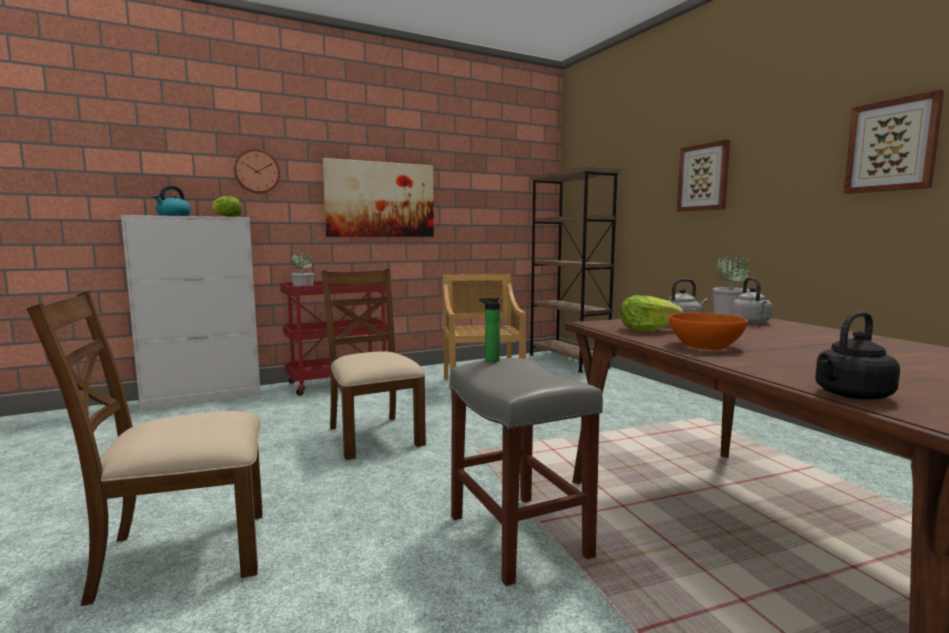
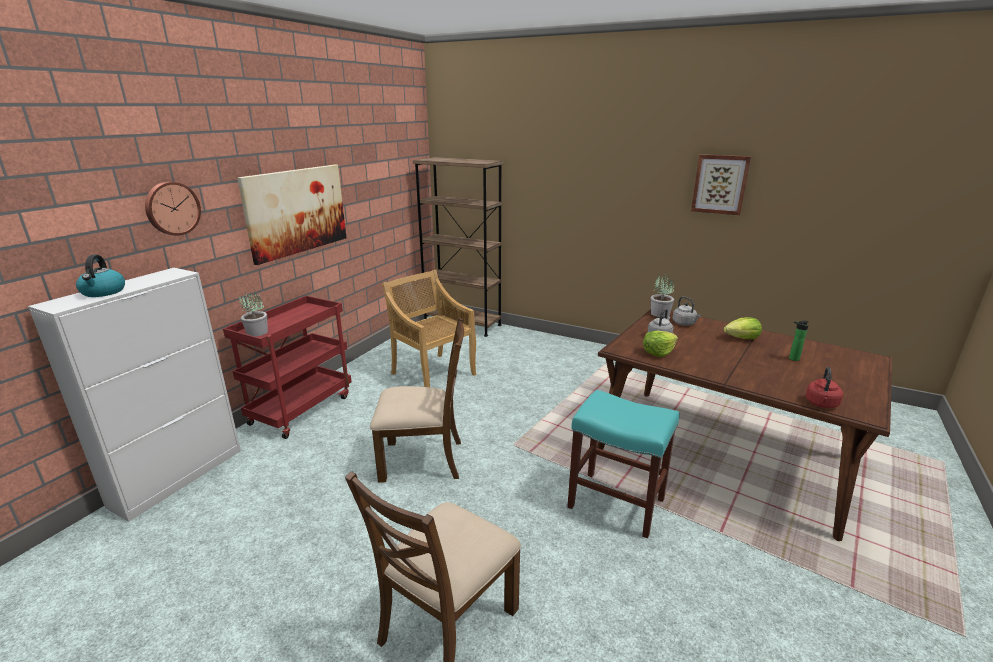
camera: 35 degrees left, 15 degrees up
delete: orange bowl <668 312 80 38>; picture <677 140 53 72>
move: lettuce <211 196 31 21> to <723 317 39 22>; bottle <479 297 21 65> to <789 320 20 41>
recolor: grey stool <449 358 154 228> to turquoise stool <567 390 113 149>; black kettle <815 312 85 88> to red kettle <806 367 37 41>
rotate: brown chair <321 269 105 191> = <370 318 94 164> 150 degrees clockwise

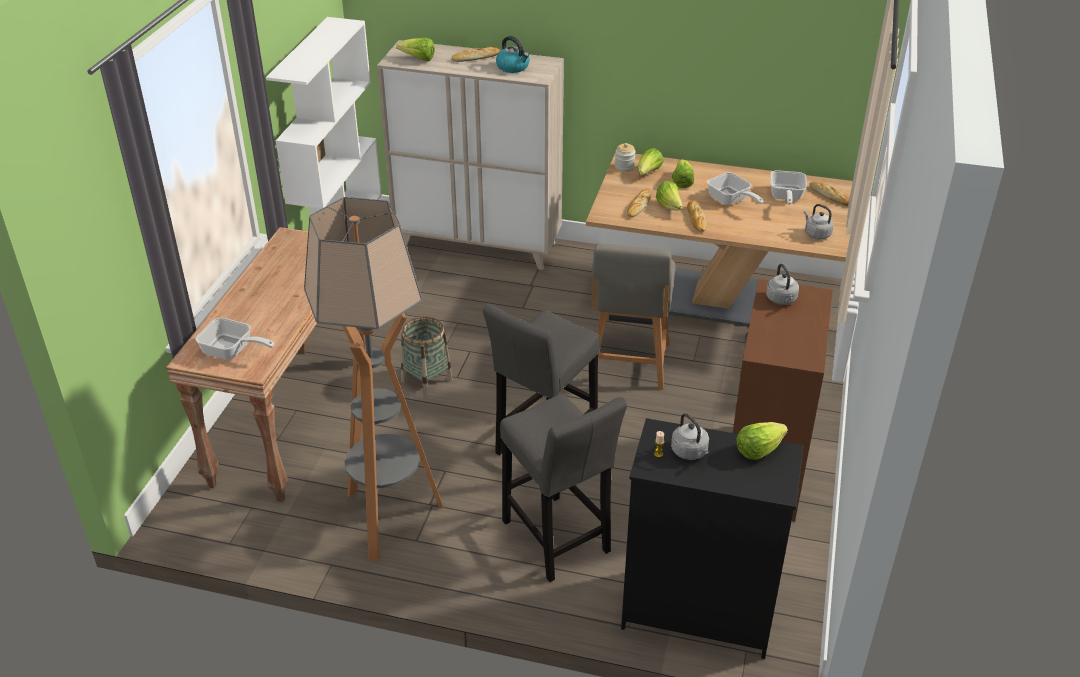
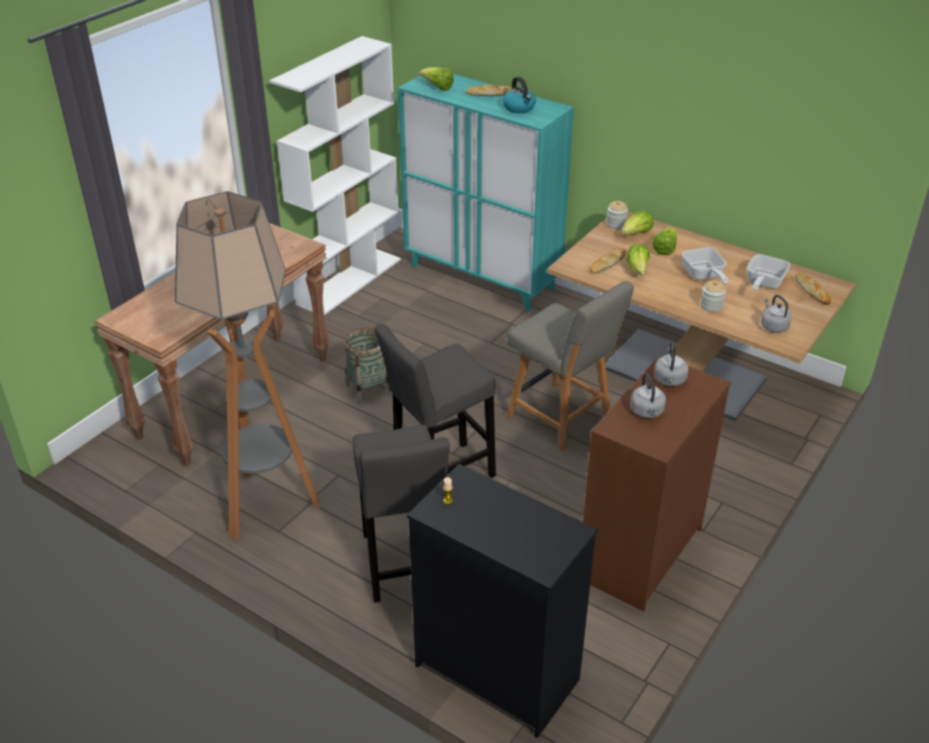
camera: 20 degrees right, 0 degrees up
delete: frying pan <195 318 79 42>; bread <687 200 20 32>; lettuce <737 422 51 38>
insert: jar <701 280 25 32>
move: grey kettle <671 413 38 47> to <630 373 36 45>
recolor: beige cabinet <377 40 187 230> to turquoise cabinet <398 74 176 237>
rotate: grey chair <588 243 87 147> = <507 281 127 170> 75 degrees counterclockwise

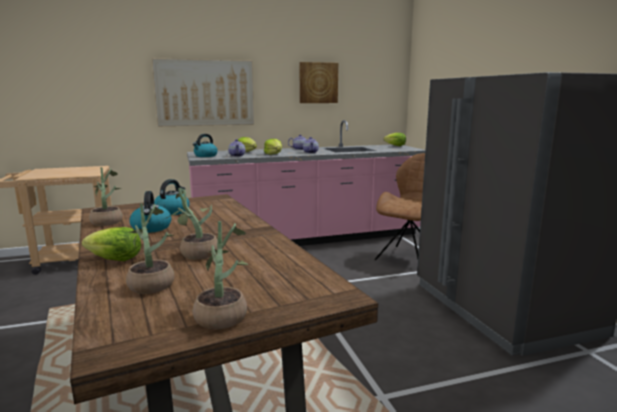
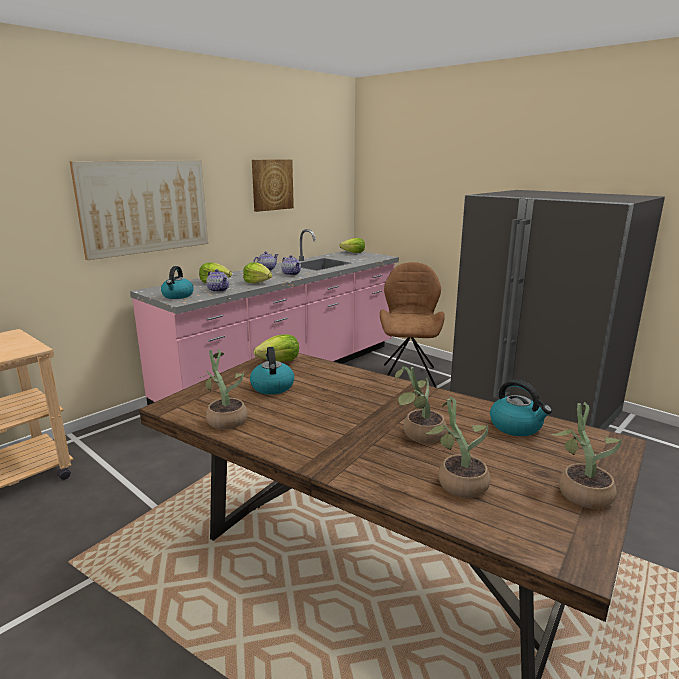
camera: 30 degrees left, 5 degrees up
move: lettuce <82 227 59 34> to <254 334 45 28>; kettle <130 191 41 42> to <490 380 62 56>

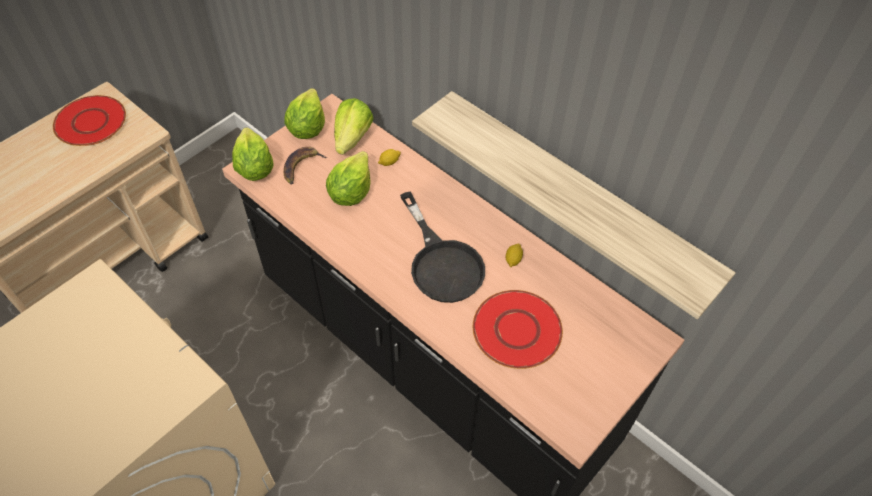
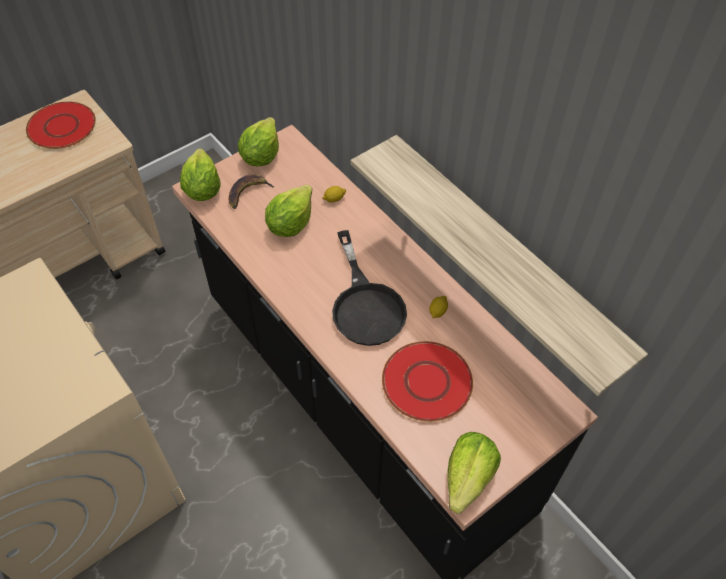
camera: 10 degrees right, 0 degrees up
move: lettuce <334 98 40 57> to <447 432 54 82>

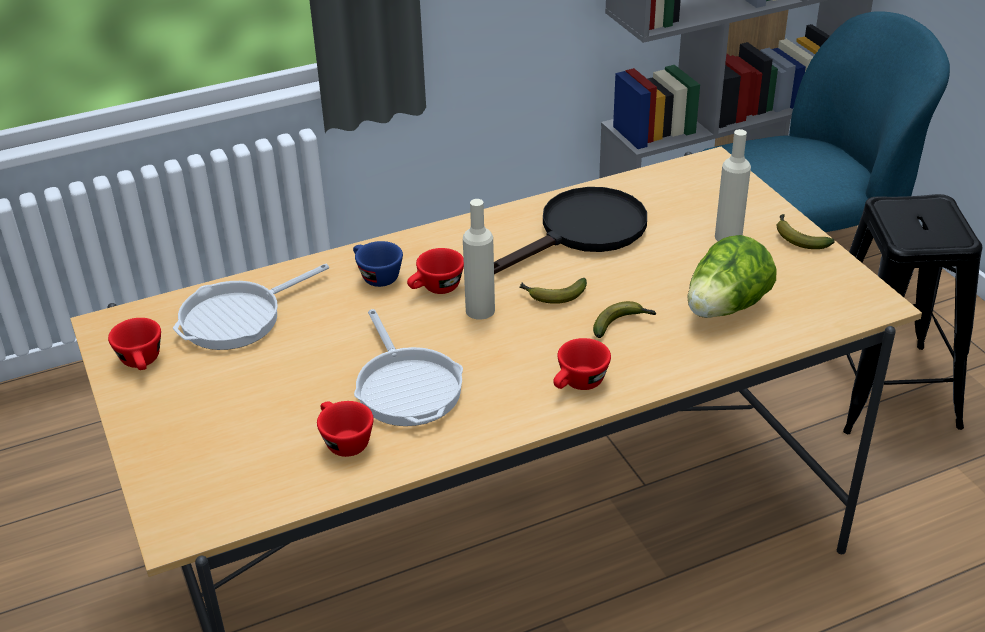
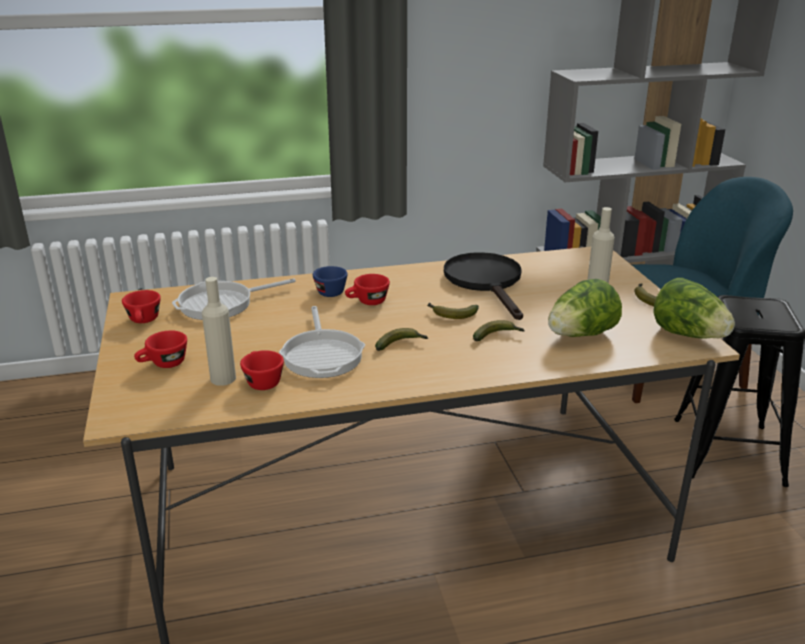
camera: 10 degrees right, 10 degrees down
insert: banana <375 328 54 23>; lettuce <653 278 82 61>
move: beige bottle <463 199 32 121> to <202 277 34 109>; red cup <553 338 58 52> to <134 330 53 38>
rotate: black frying pan <494 187 153 87> = <444 252 79 68> 75 degrees counterclockwise

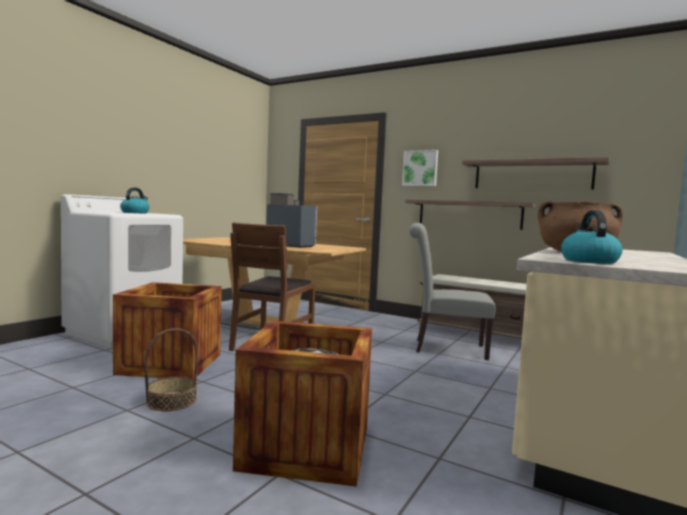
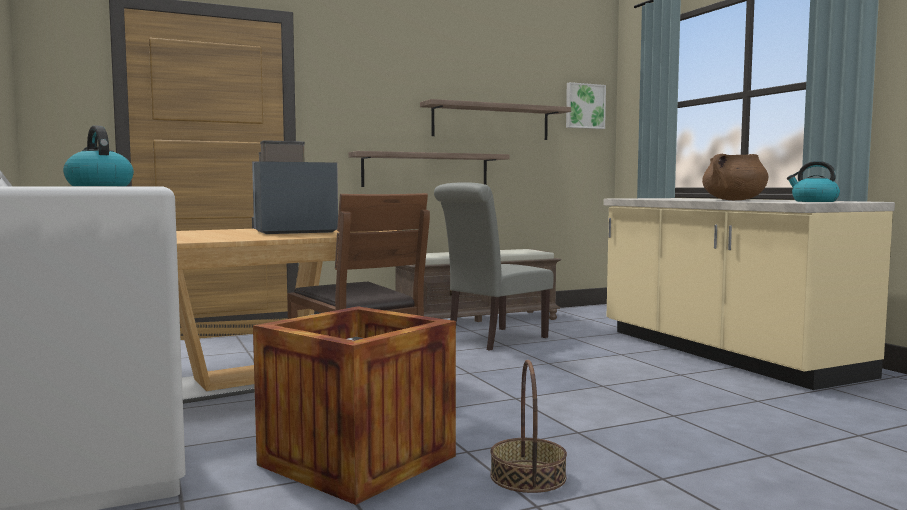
camera: 55 degrees left, 0 degrees up
delete: crate <233 321 139 166>
move: picture <402 150 36 36> to <566 82 40 47>

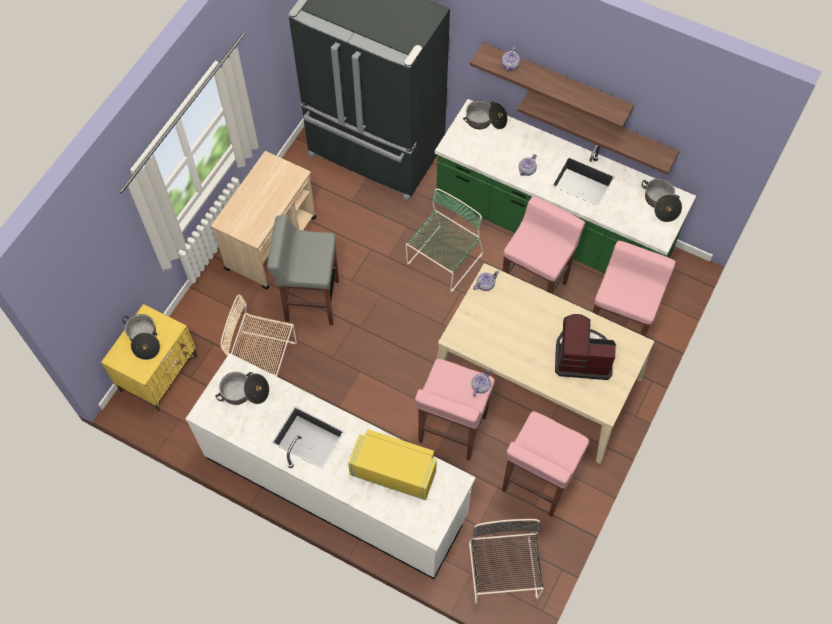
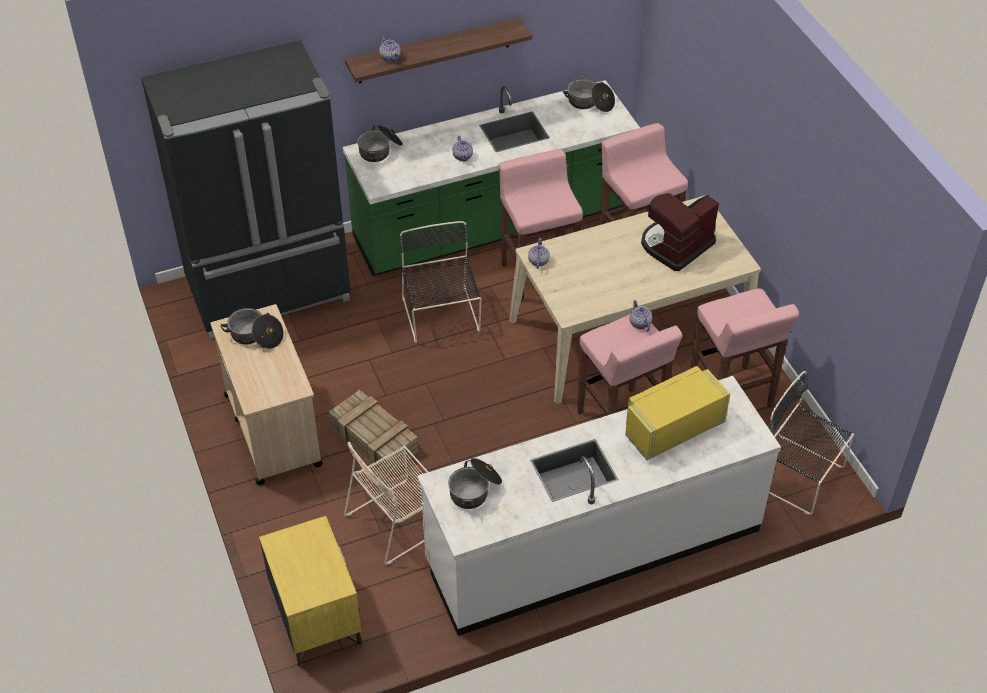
camera: 50 degrees left, 15 degrees down
delete: shelf <517 90 162 85>
move: cooking pot <122 314 38 46> to <220 308 64 41>
replace: grey stool <267 215 72 110> to crate <329 390 89 86>
recolor: green chair <406 188 77 104> to black chair <399 221 82 122>

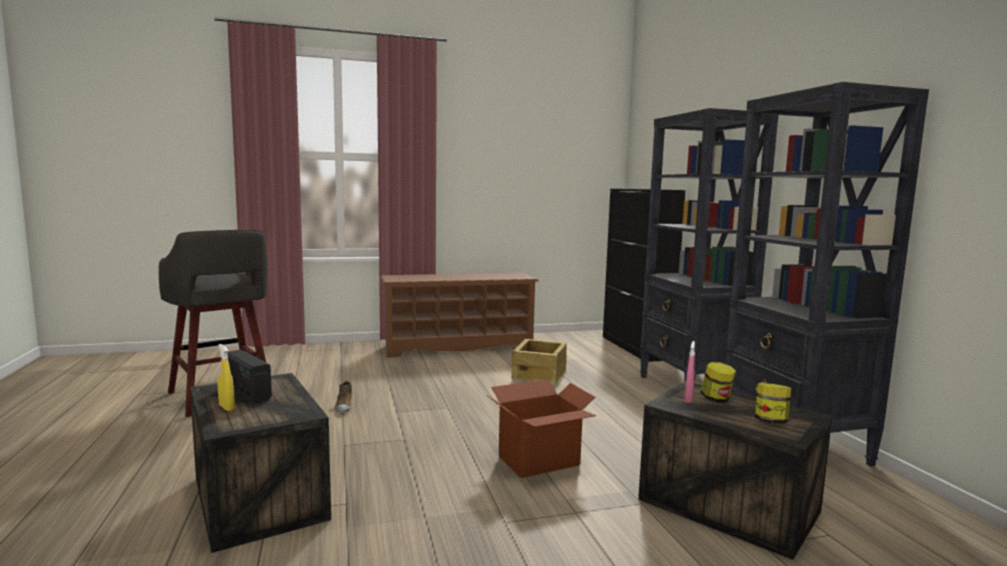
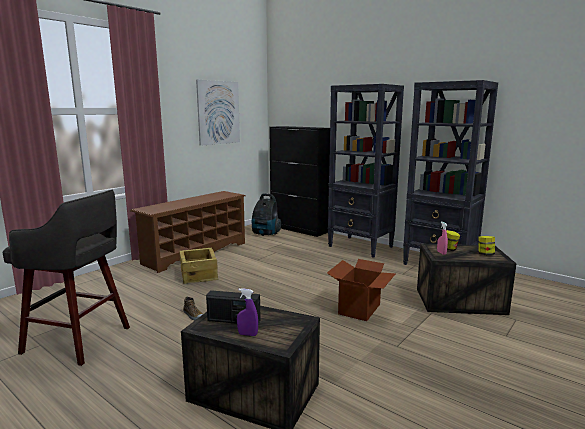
camera: 35 degrees left, 5 degrees up
insert: picture <196 79 44 67>; vacuum cleaner <252 193 29 43>
move: crate <512 339 55 46> to <179 248 39 36>
recolor: yellow spray bottle <218 344 17 67> to purple spray bottle <237 288 21 48>

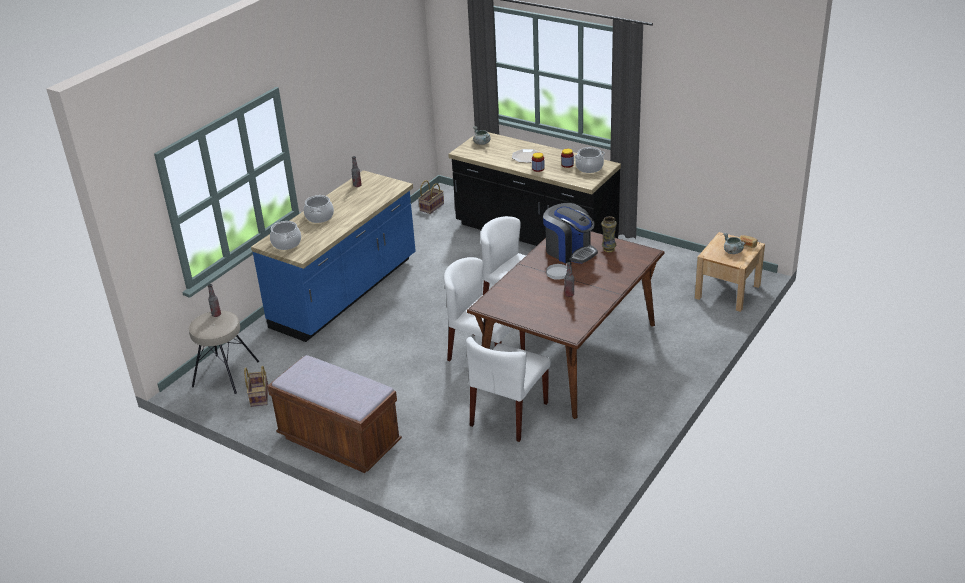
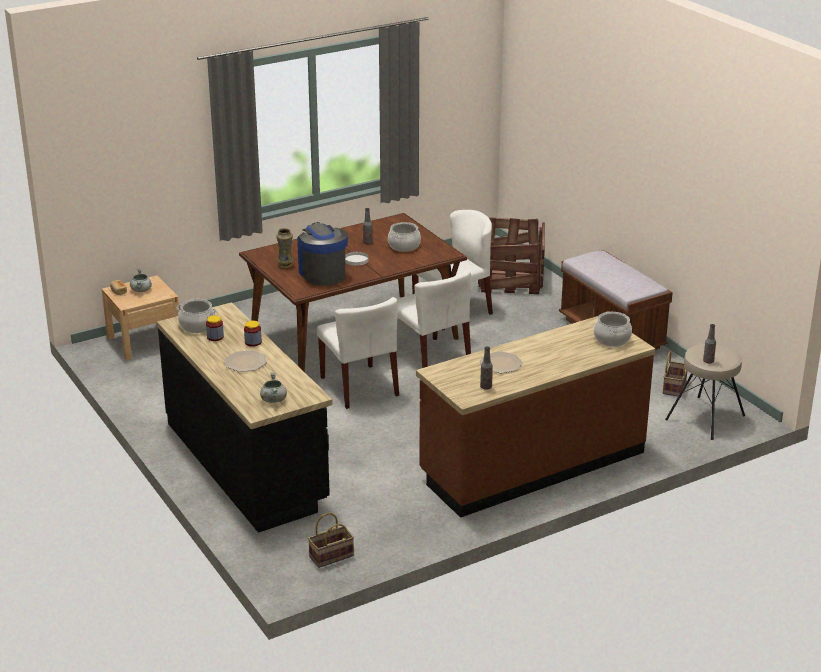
camera: 155 degrees left, 5 degrees down
insert: crate <478 217 67 77>; plate <479 351 44 22>
move: cooking pot <304 195 30 28> to <388 222 33 30>
recolor: blue counter <251 170 165 172> to brown counter <416 316 239 202>

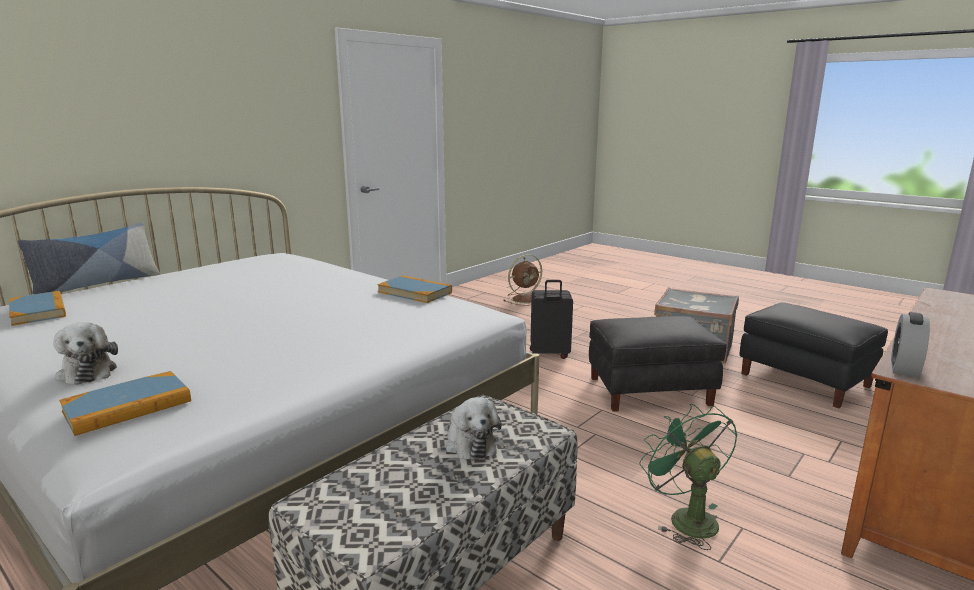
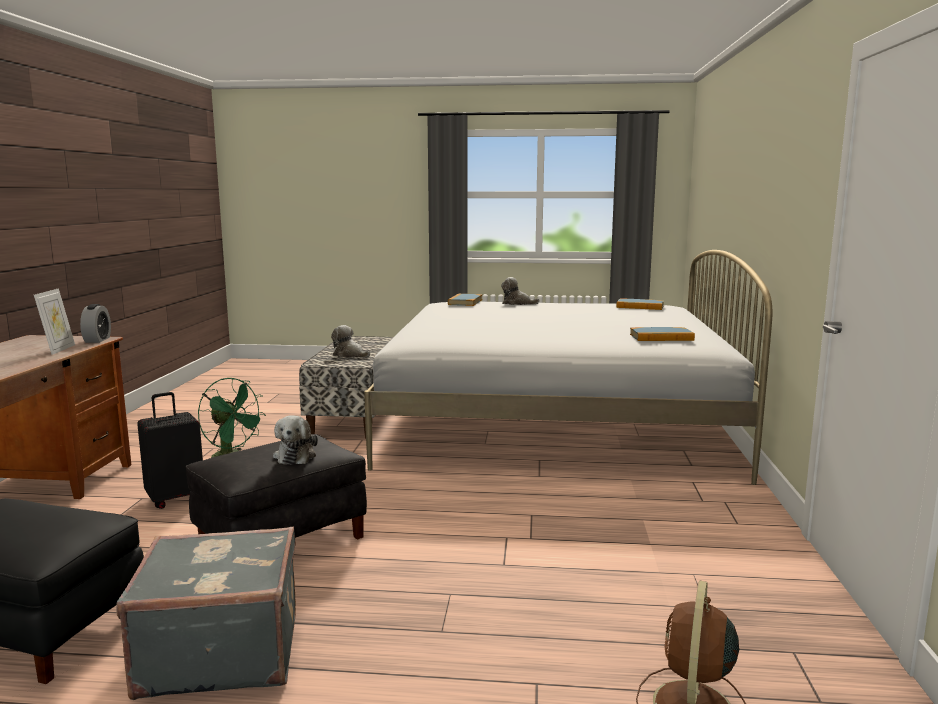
camera: 145 degrees right, 5 degrees down
delete: pillow <17 223 143 71>
insert: picture frame <34 288 41 67>; plush toy <273 415 45 50>
move: book <377 275 75 28> to <630 327 65 14>; black suitcase <530 280 43 79> to <137 392 66 117>

